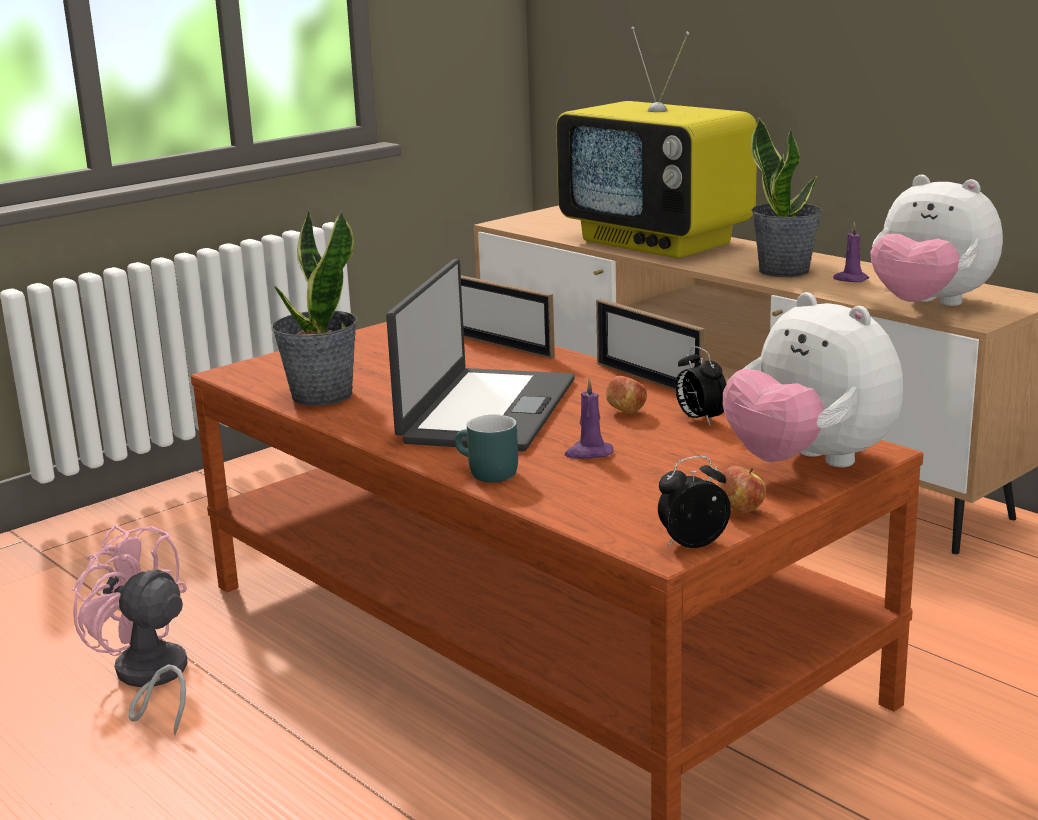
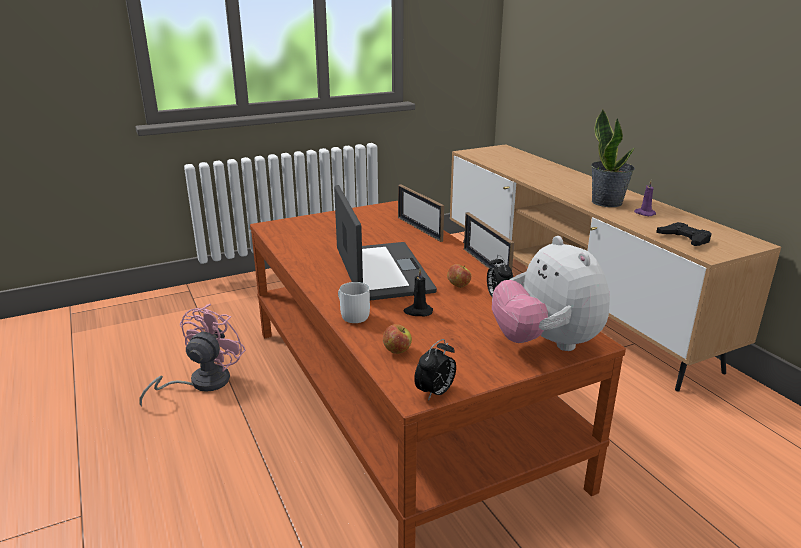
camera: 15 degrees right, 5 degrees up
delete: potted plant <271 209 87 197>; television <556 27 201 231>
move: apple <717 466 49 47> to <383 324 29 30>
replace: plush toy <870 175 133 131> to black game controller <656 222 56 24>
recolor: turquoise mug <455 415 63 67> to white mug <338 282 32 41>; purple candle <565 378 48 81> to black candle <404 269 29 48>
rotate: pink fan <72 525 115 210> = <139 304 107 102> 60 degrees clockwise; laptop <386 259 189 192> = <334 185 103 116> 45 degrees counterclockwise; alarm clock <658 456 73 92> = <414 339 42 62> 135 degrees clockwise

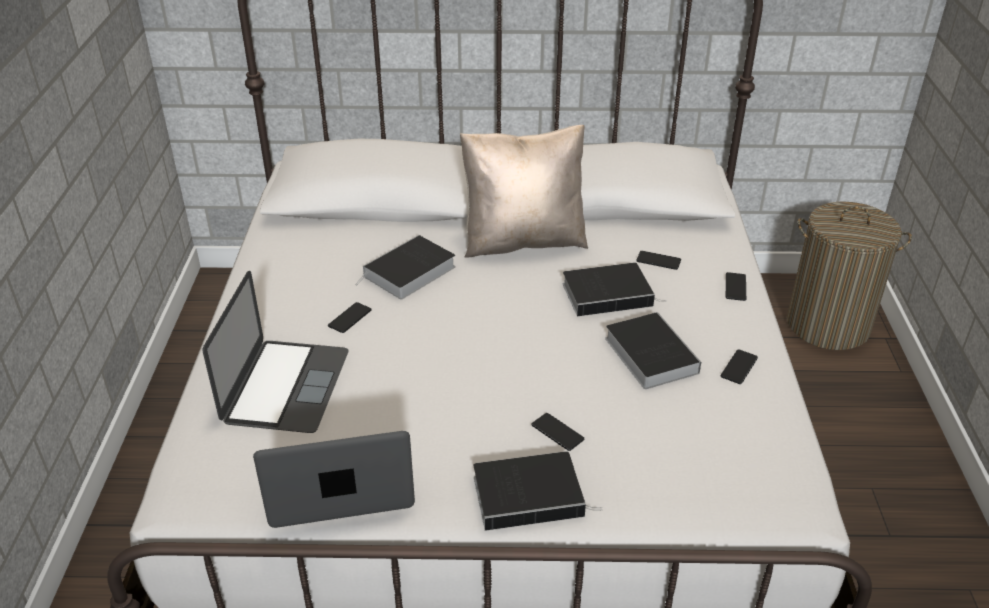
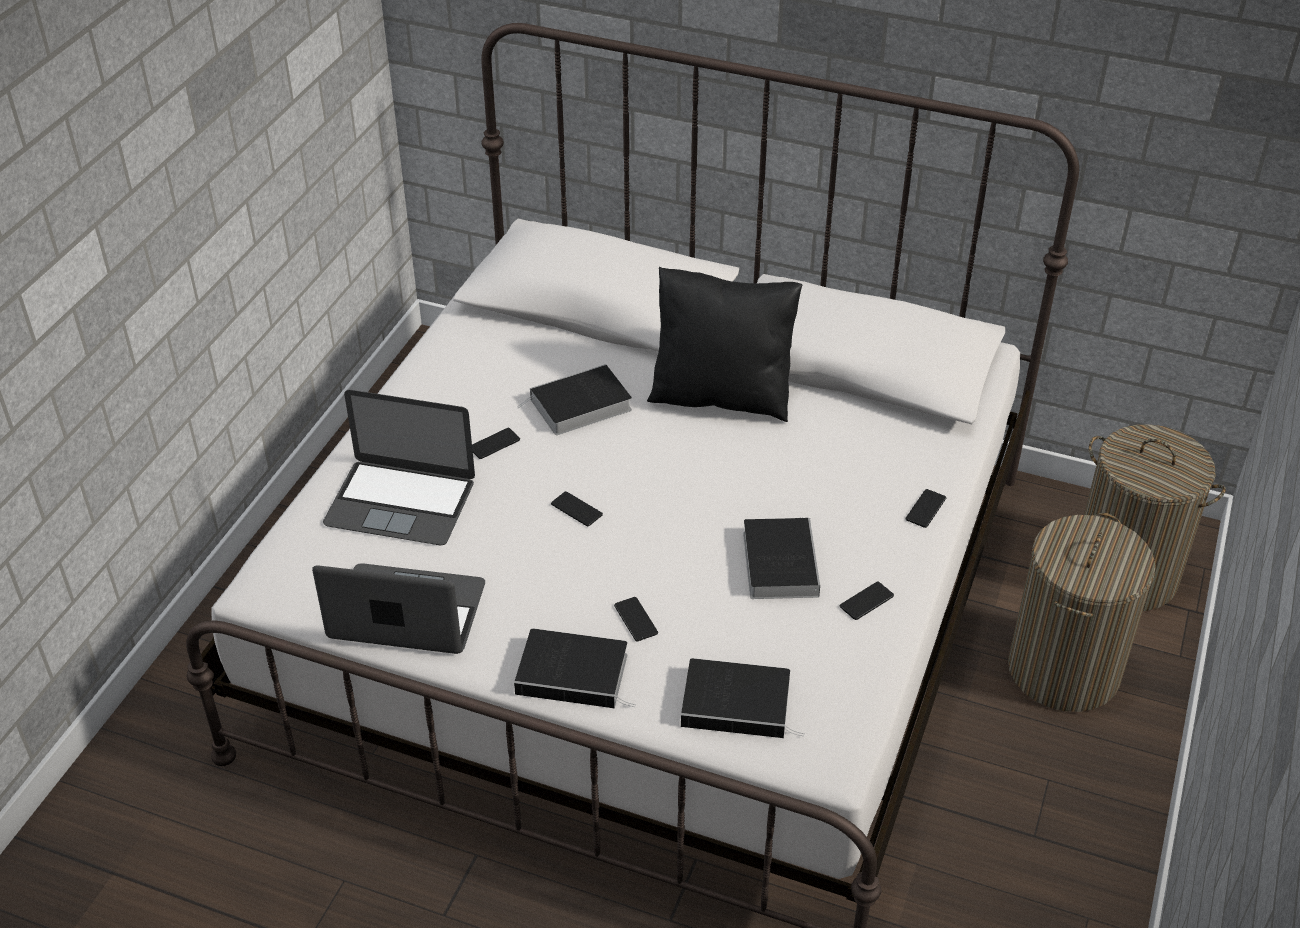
camera: 20 degrees right, 5 degrees up
insert: laundry basket <1008 513 148 199>
move: book <563 262 103 54> to <681 658 124 80>; phone <636 251 45 19> to <551 491 52 35>
recolor: beige pillow <460 125 128 133> to black pillow <647 267 155 155>
rotate: laptop <203 271 145 162> = <323 390 152 155> 75 degrees clockwise

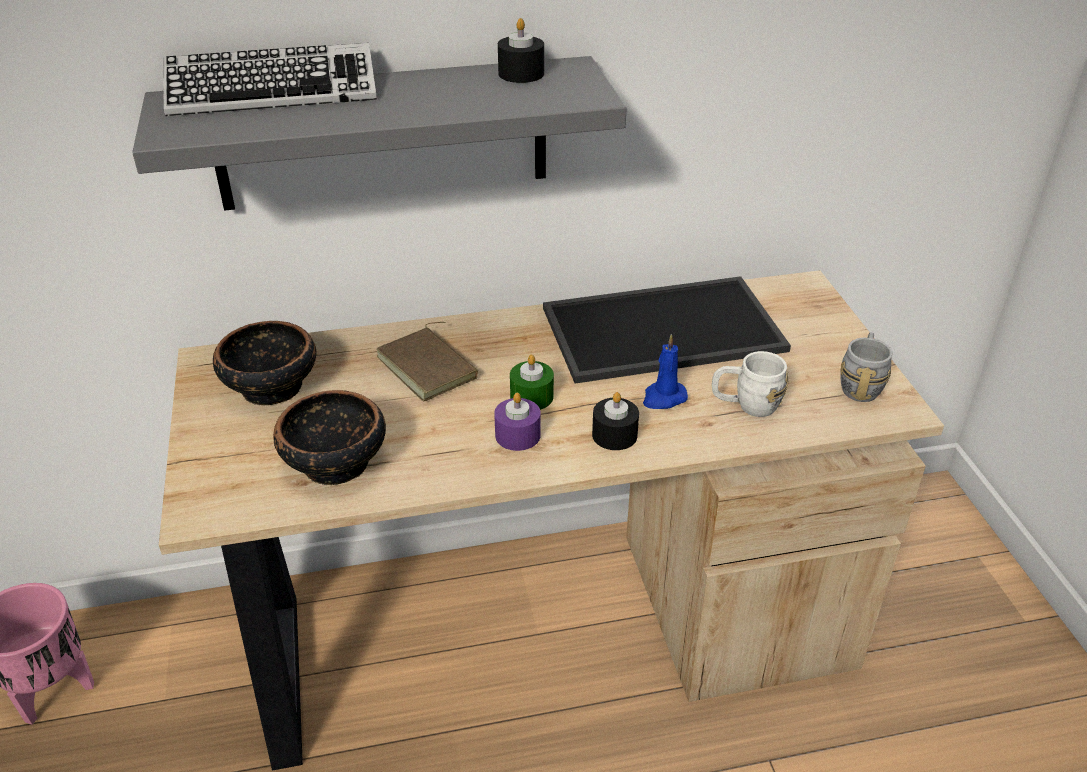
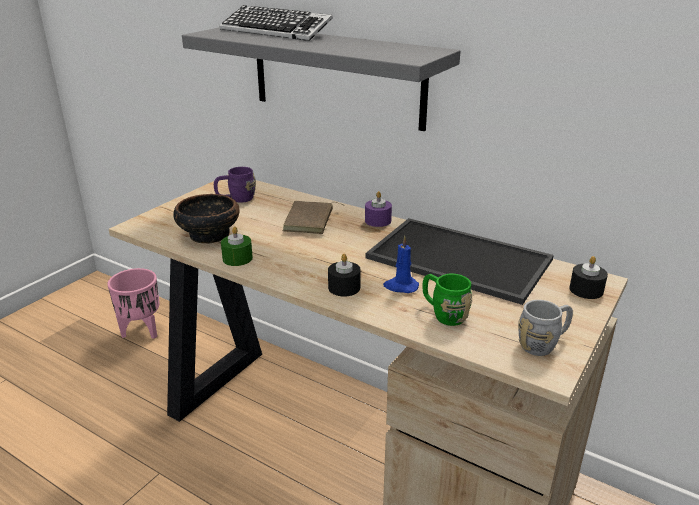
camera: 45 degrees right, 10 degrees down
move: purple candle <494 393 47 58> to <365 191 27 36>; black candle <498 18 46 65> to <569 256 39 43>; green candle <510 355 44 55> to <221 226 32 40>
replace: bowl <213 321 103 85> to purple mug <214 167 42 36>
recolor: white mug <712 351 77 66> to green mug <422 274 51 52>

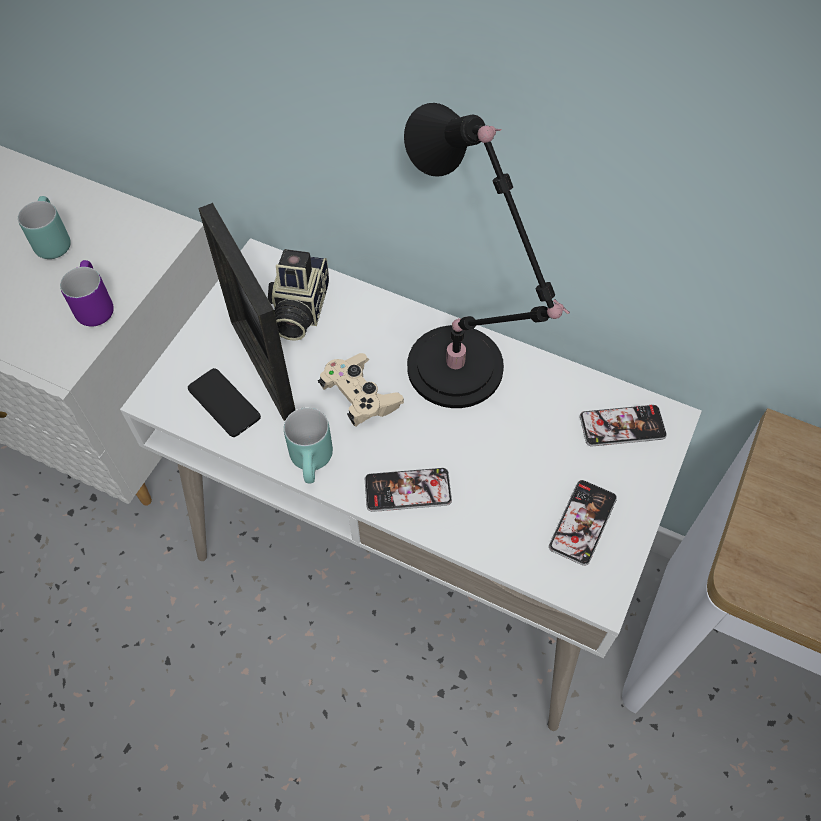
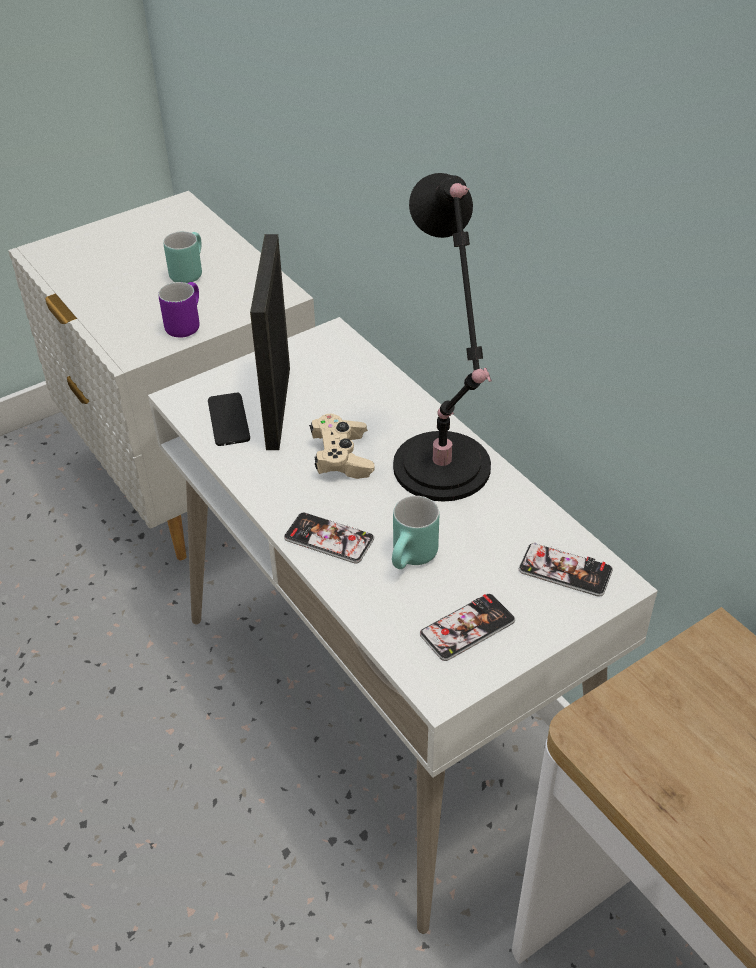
camera: 30 degrees right, 15 degrees down
delete: photo camera <268 249 61 92>
move: turquoise mug <284 407 49 76> to <392 496 47 73>

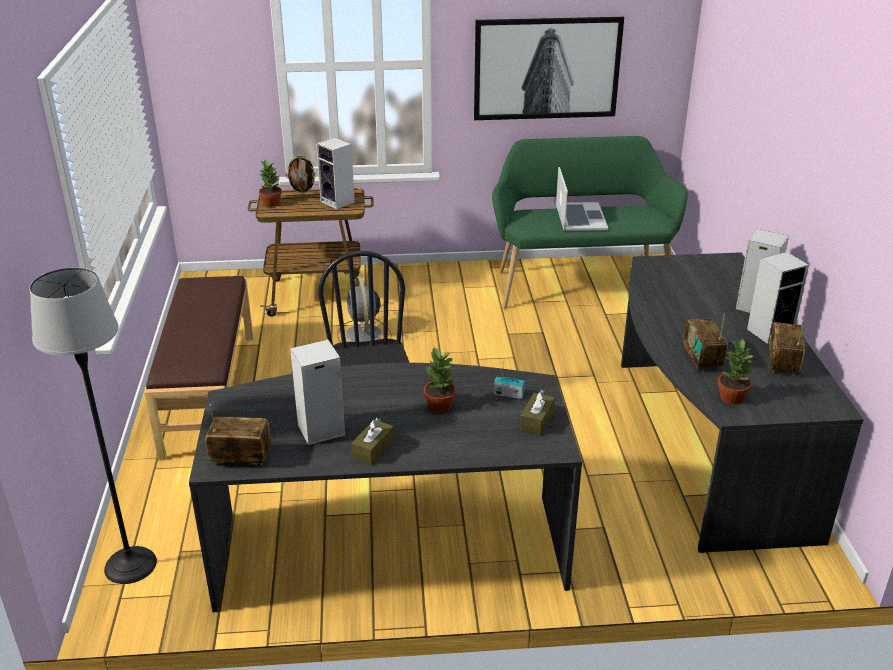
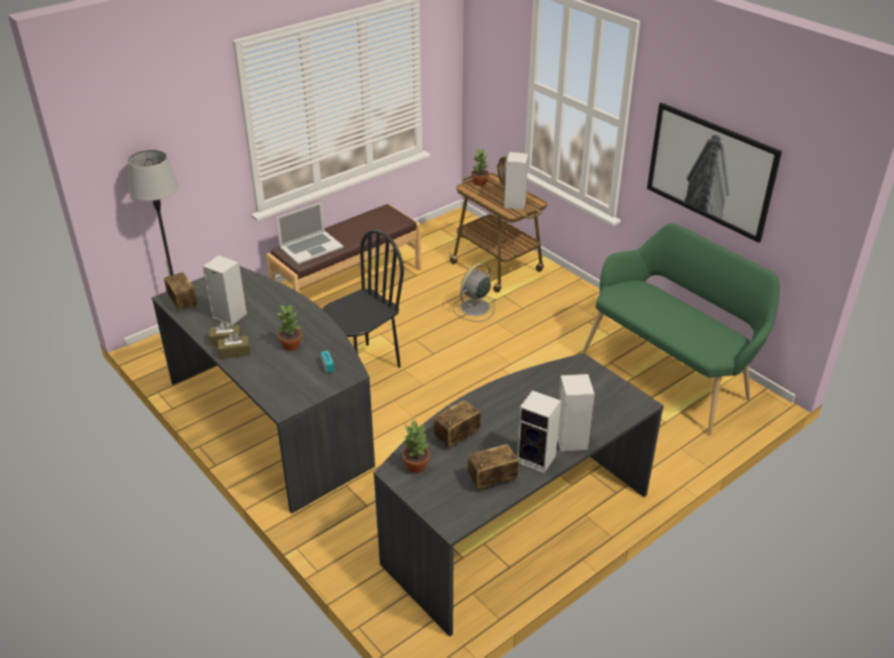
camera: 55 degrees right, 5 degrees up
move: brown tissue box <520 390 35 45> to <218 333 32 26>; laptop <556 167 52 64> to <276 202 67 62>

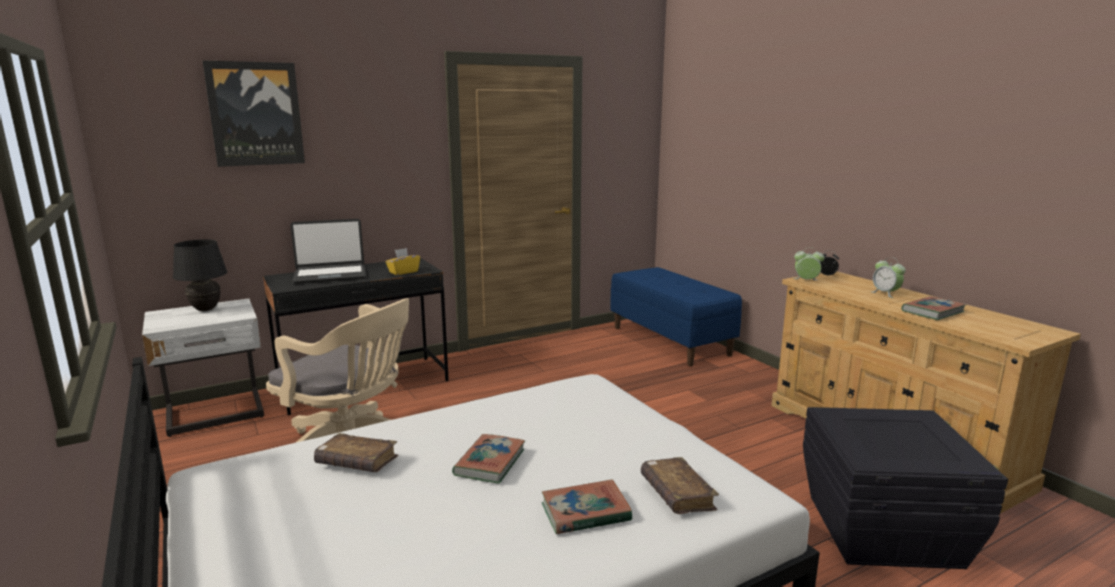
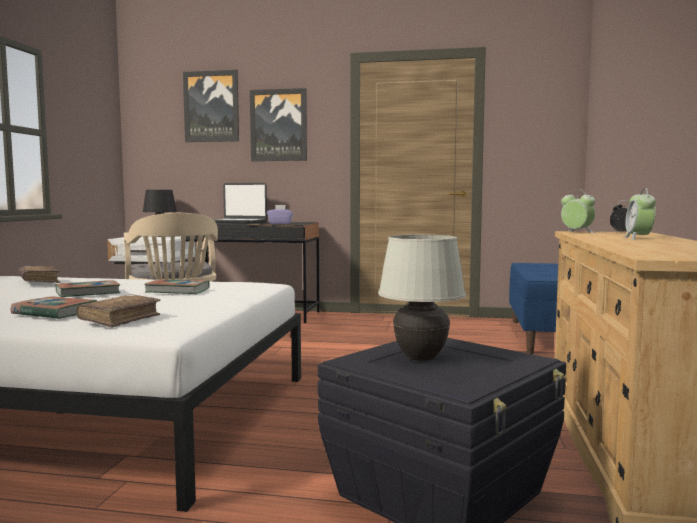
camera: 40 degrees right, 10 degrees down
insert: picture <250 88 57 73>; white table lamp <378 235 88 126>
move: book <901 296 65 24> to <144 279 66 15>
recolor: yellow tissue box <385 248 35 27> to purple tissue box <267 205 26 19>

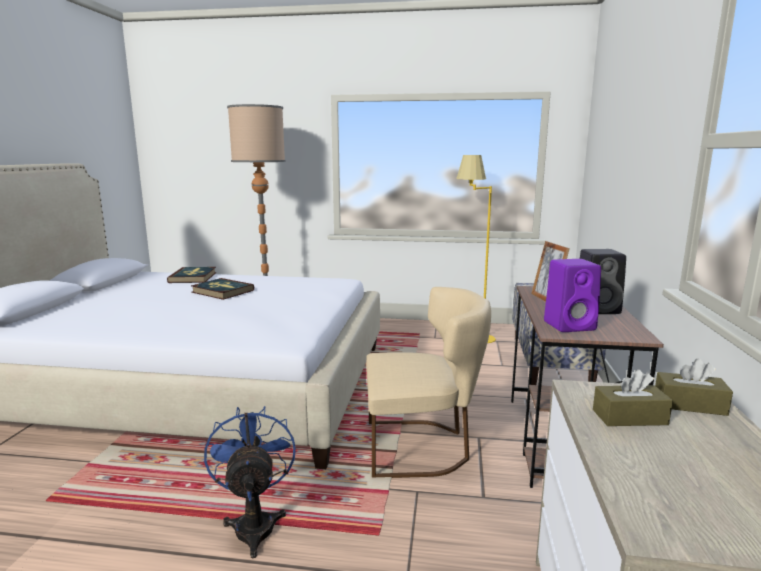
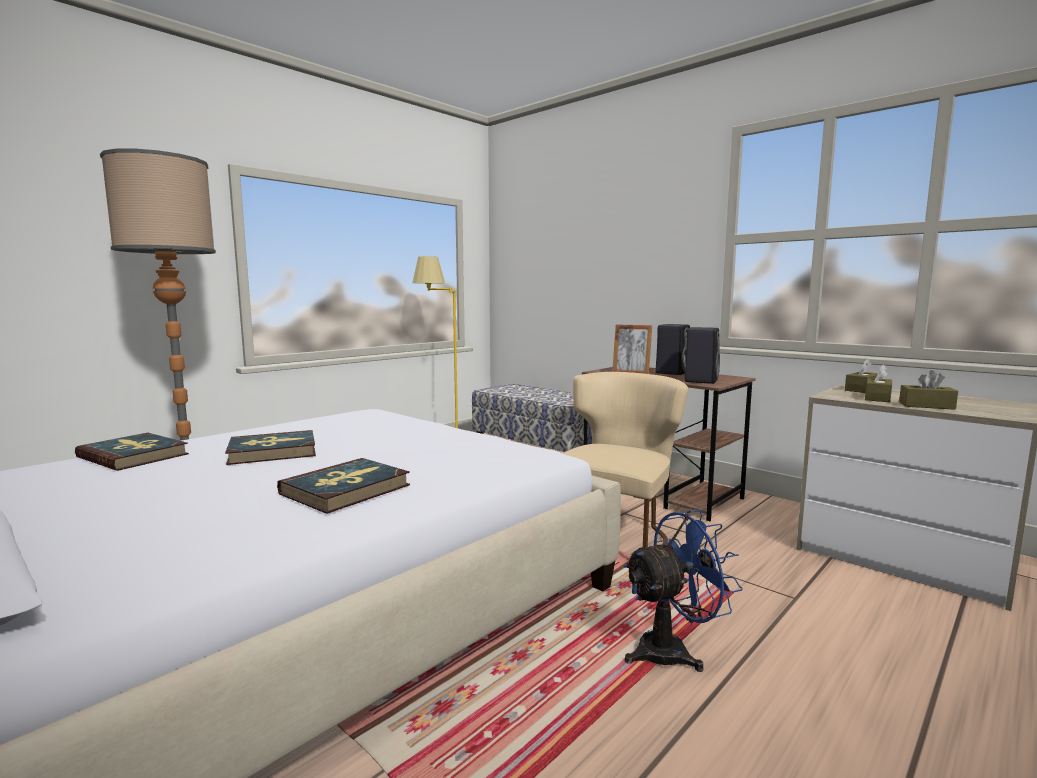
camera: 55 degrees left, 5 degrees down
insert: book <277 458 133 56>; brown tissue box <899 370 59 40>
recolor: purple speaker <544 259 57 73> to black speaker <684 327 36 57>
rotate: blue fan <204 406 92 152> = <623 510 120 162> 135 degrees clockwise

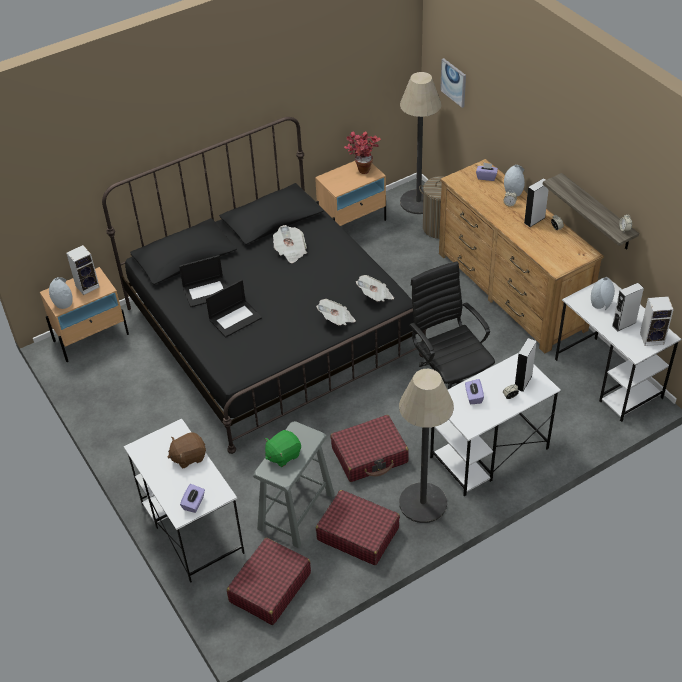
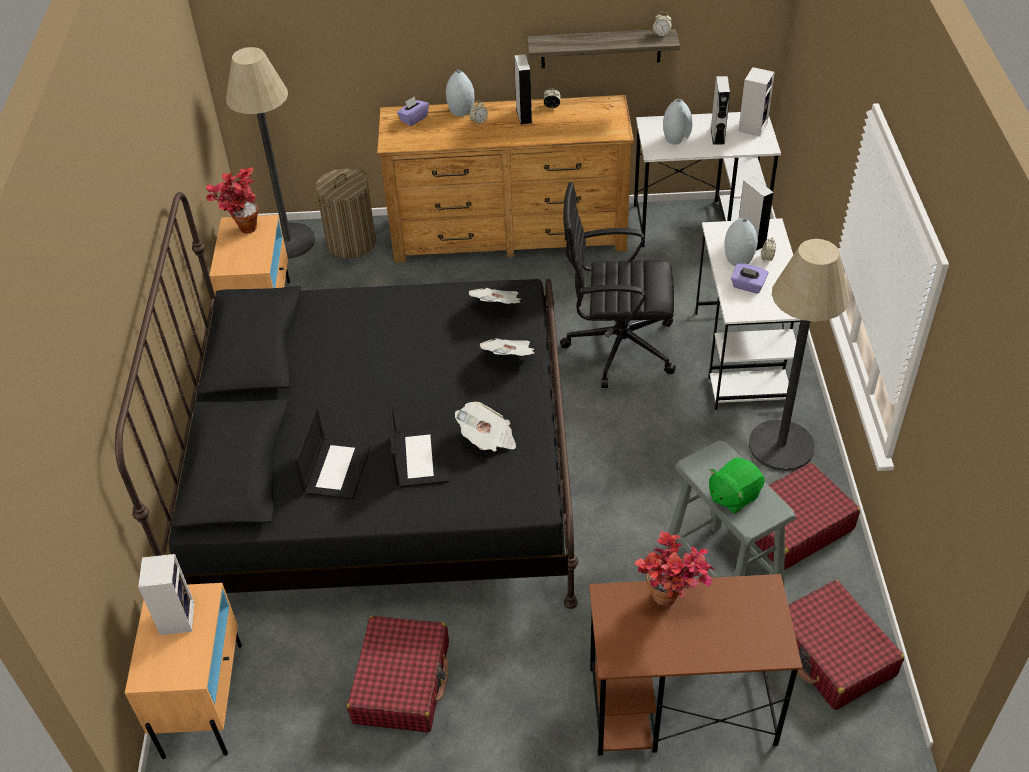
camera: 60 degrees left, 0 degrees up
delete: purple tissue box <180 484 25 29>; picture <440 58 26 50>
move: grey vase <49 277 23 32> to <724 218 34 48>; newspaper <273 225 34 38> to <455 402 61 49>; red suitcase <331 415 78 67> to <347 615 102 117>
replace: brown plush toy <167 432 39 36> to potted plant <635 531 79 75>
recolor: white desk <124 419 121 164> to brown desk <589 574 214 181>
rotate: green plush toy <265 430 36 37> = <709 457 56 57> 60 degrees clockwise

